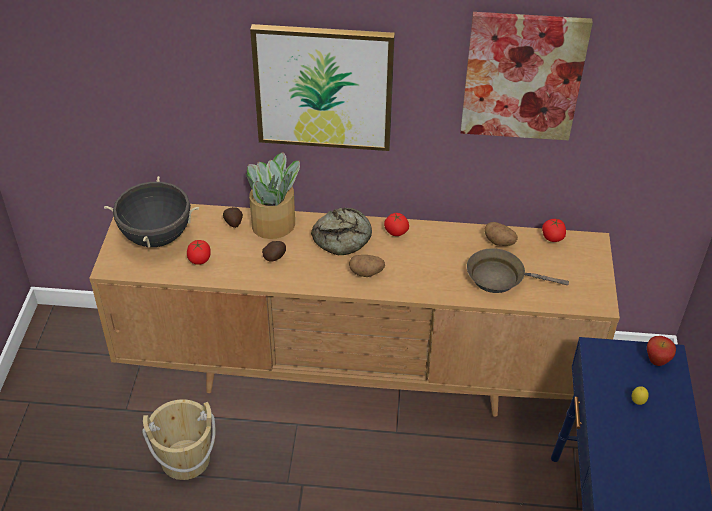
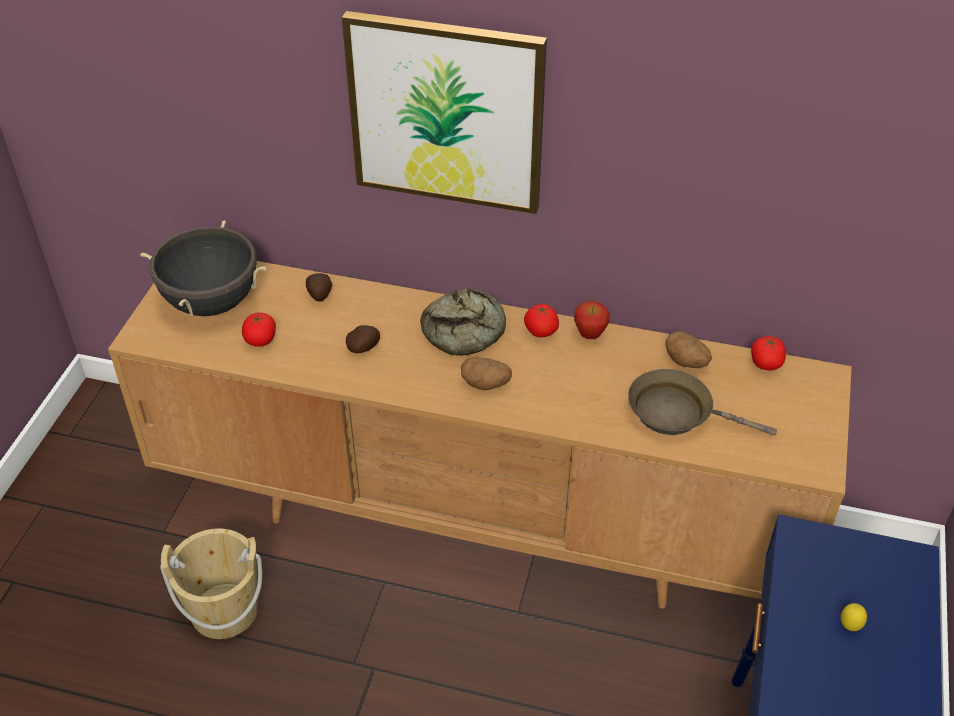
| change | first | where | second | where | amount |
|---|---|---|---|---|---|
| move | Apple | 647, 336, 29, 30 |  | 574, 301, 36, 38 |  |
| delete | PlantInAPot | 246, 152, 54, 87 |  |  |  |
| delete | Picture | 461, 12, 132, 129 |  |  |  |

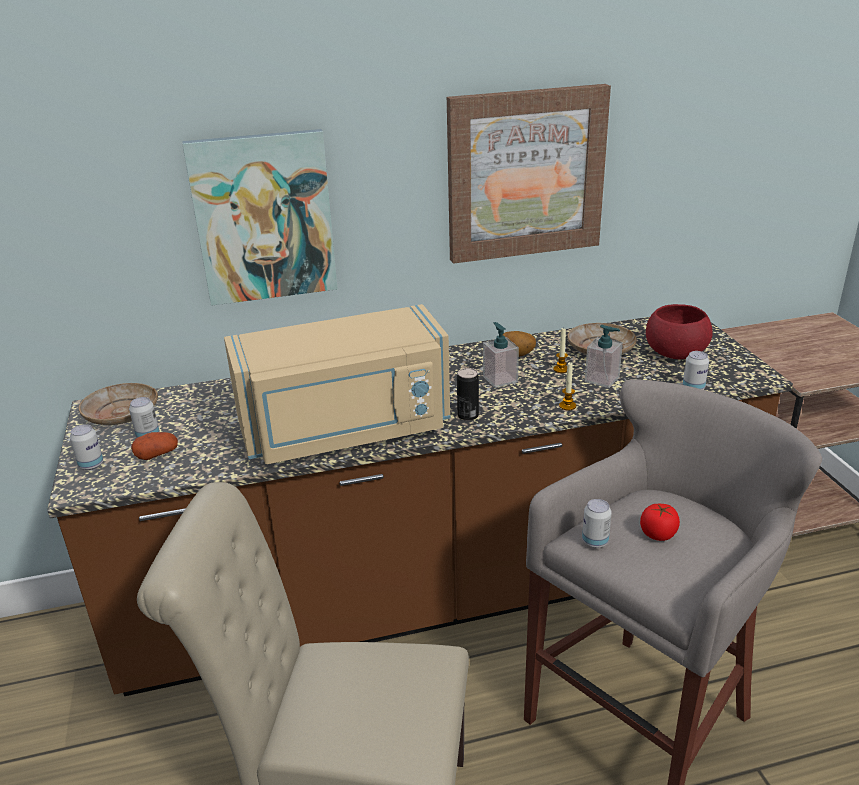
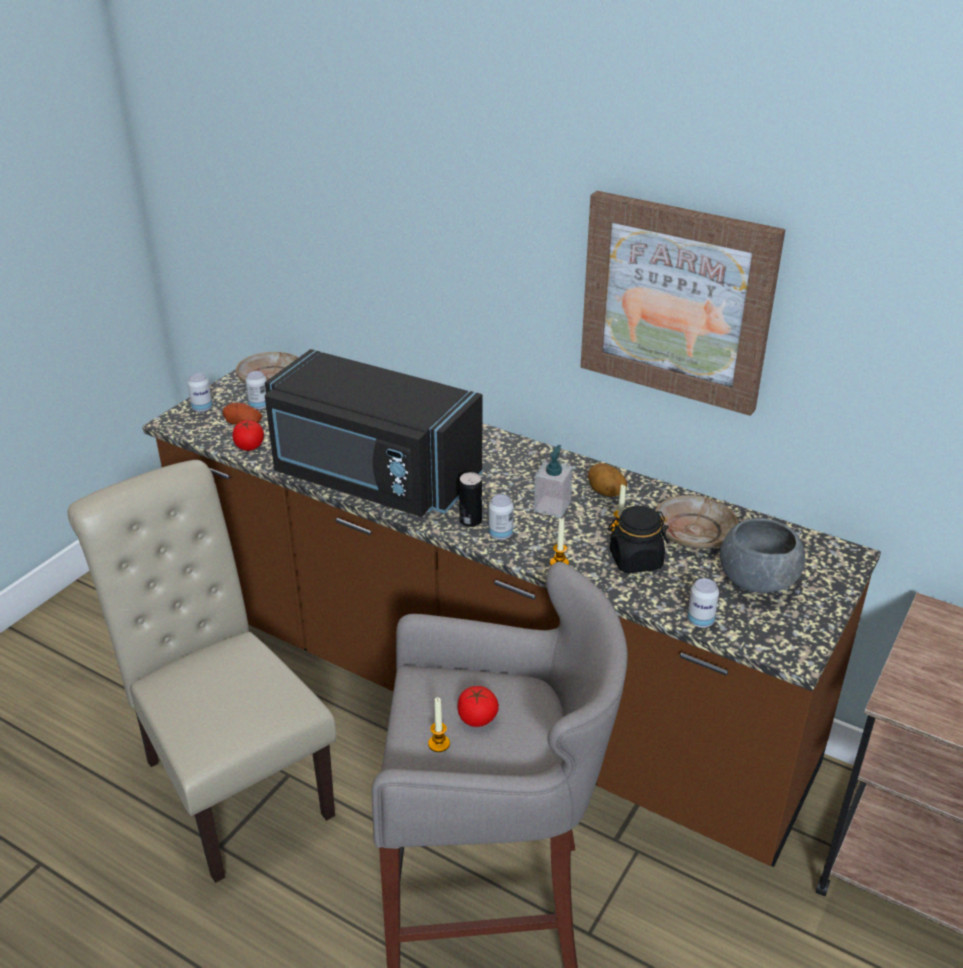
| change | first | where | second | where | amount |
|---|---|---|---|---|---|
| insert |  |  | Tomato | 232, 420, 32, 31 |  |
| recolor | SandColouredMicrowave | 224, 304, 227, 160 | BlackishMicrowave | 265, 349, 217, 168 |  |
| insert |  |  | WaxCandle | 428, 697, 22, 55 |  |
| move | MetalCan | 582, 499, 30, 49 |  | 489, 495, 25, 45 |  |
| replace | SoapDispenser | 585, 325, 38, 63 | BlackishPreserveJar | 608, 506, 60, 67 |  |
| recolor | RedColouredServingBowl | 646, 304, 67, 55 | GreyishServingBowl | 720, 518, 85, 75 |  |
| delete | Picture | 182, 129, 156, 177 |  |  |  |

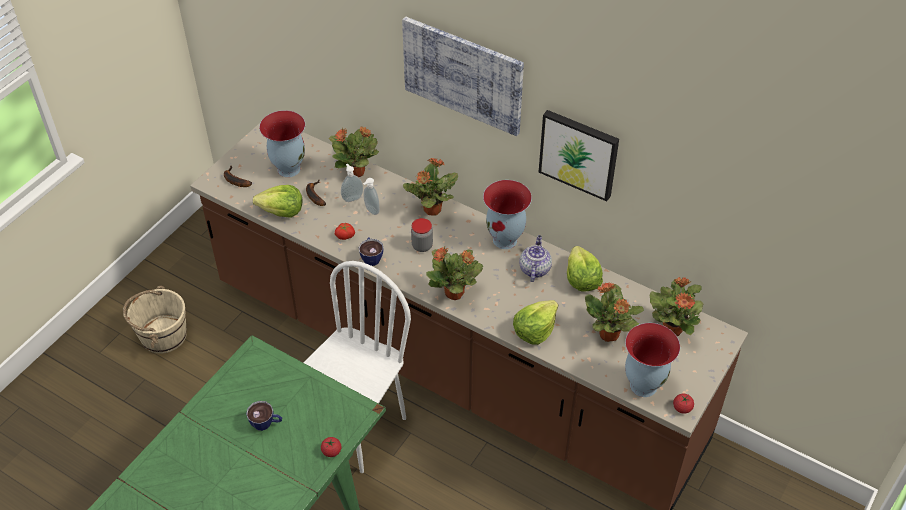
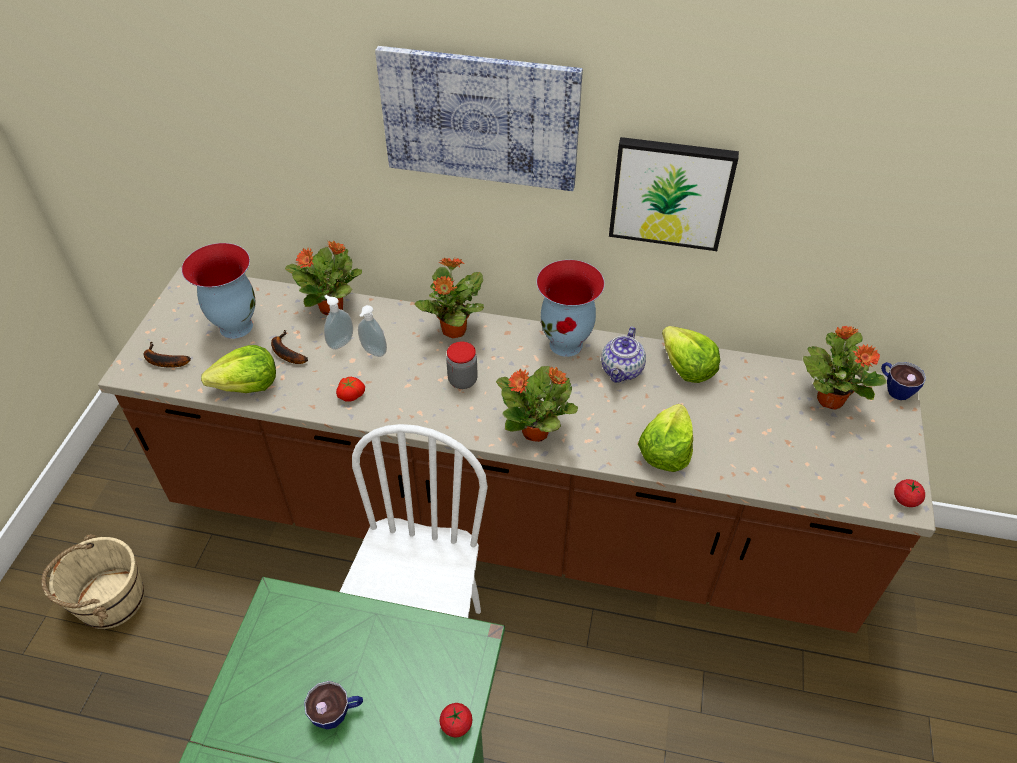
| change | first | where | second | where | amount |
|---|---|---|---|---|---|
| rotate | TeaPot | 519, 235, 33, 47 |  | 601, 326, 45, 57 | 150 degrees counterclockwise |
| move | SmallCup | 359, 238, 25, 28 |  | 881, 362, 45, 38 |  |
| delete | PlantInAPot | 585, 282, 59, 60 |  |  |  |
| delete | FlowerVase | 625, 323, 55, 74 |  |  |  |

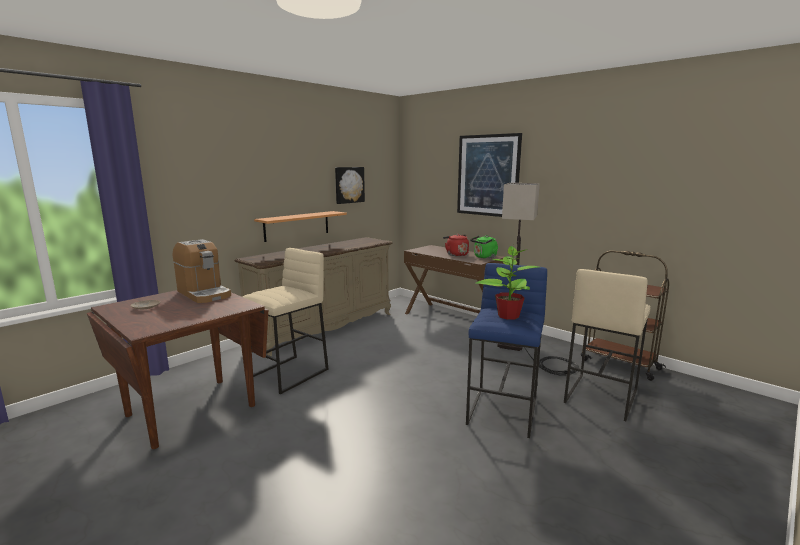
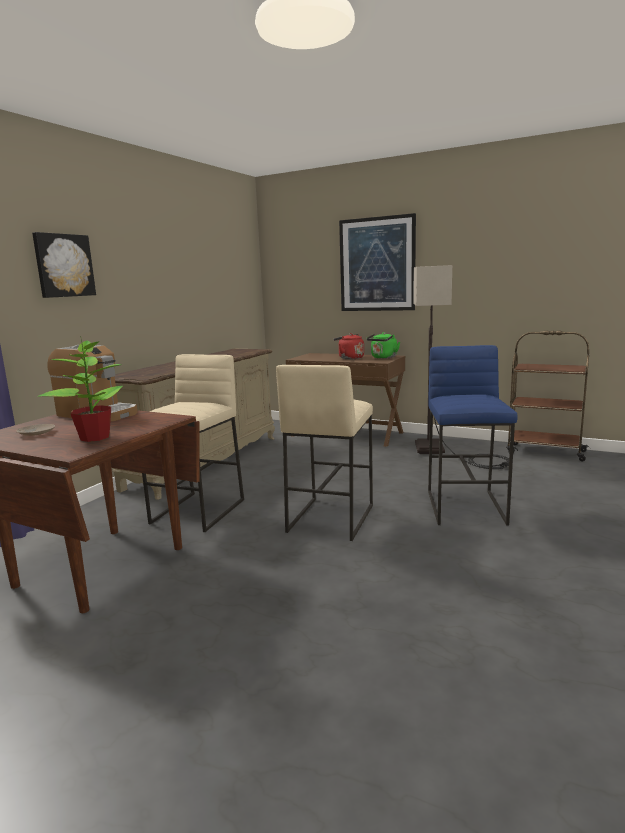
| change | first | where | second | where | amount |
|---|---|---|---|---|---|
| move | Picture | 335, 167, 30, 37 |  | 32, 232, 64, 66 |  |
| move | PlantInAPot | 476, 246, 63, 74 |  | 38, 336, 85, 106 |  |
| move | SandColouredStoolSeat | 564, 269, 86, 152 |  | 276, 365, 97, 176 |  |
| delete | Shelf | 254, 211, 93, 31 |  |  |  |

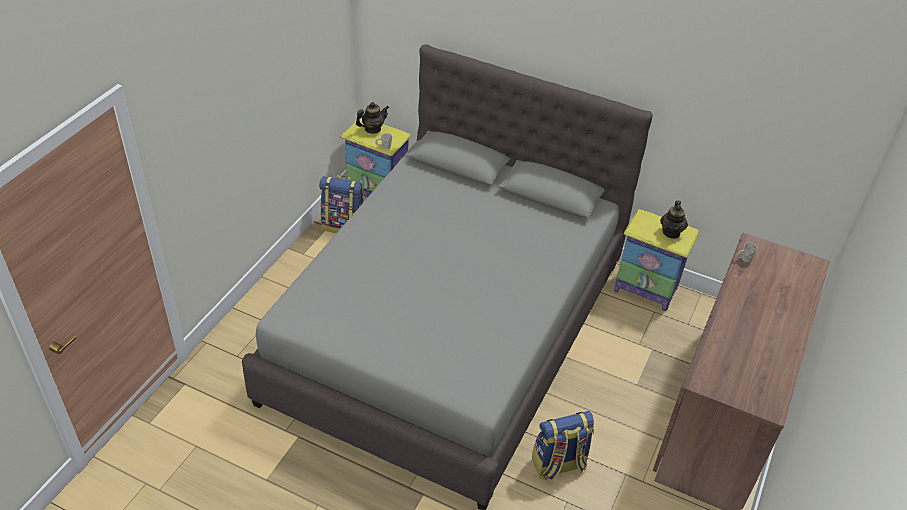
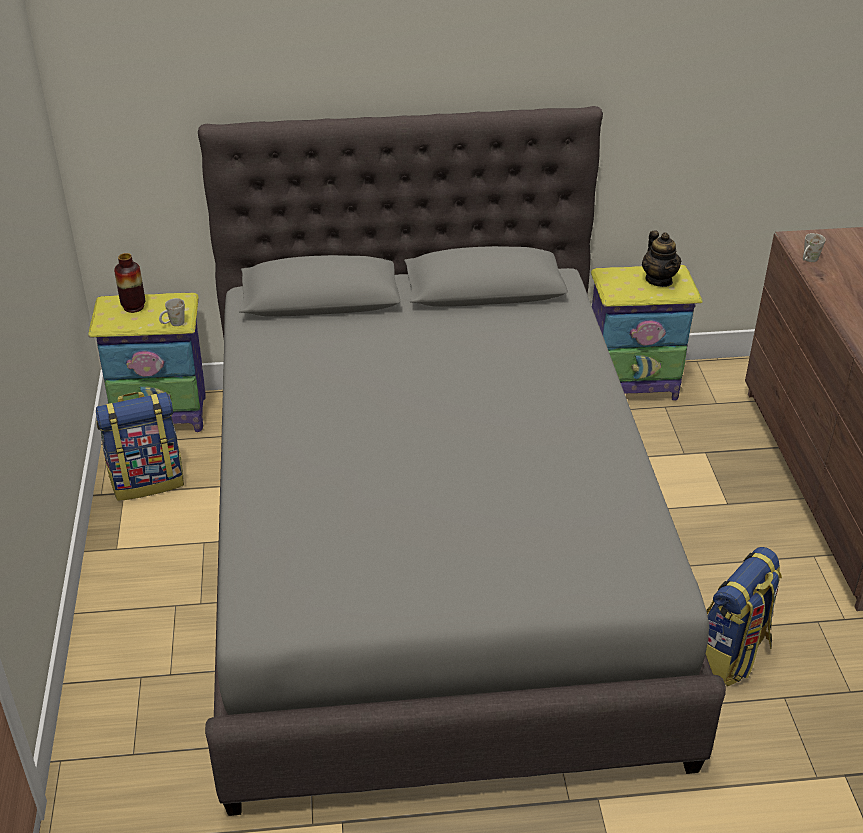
| change | first | where | second | where | amount |
|---|---|---|---|---|---|
| replace | TeaPot | 356, 102, 33, 32 | FlowerVase | 114, 253, 31, 60 |  |

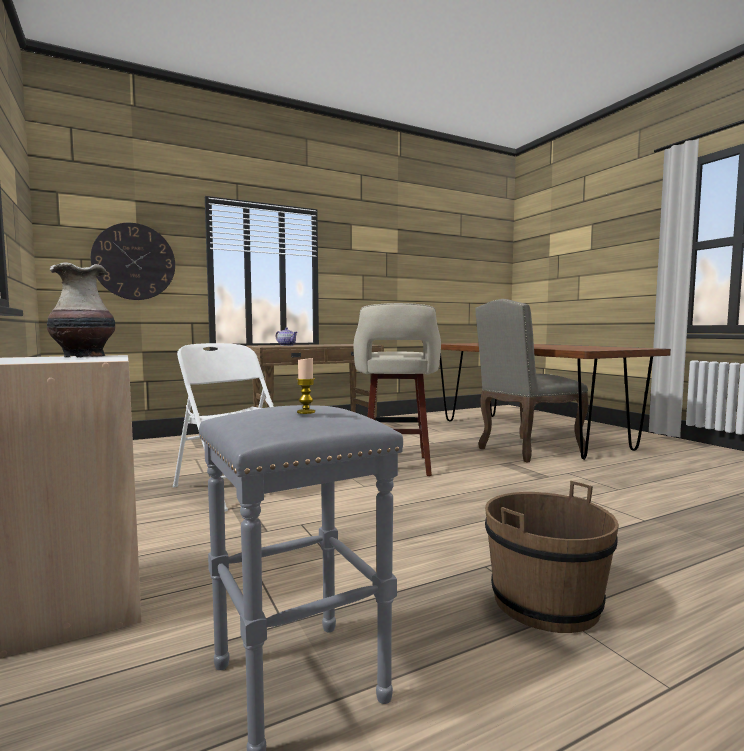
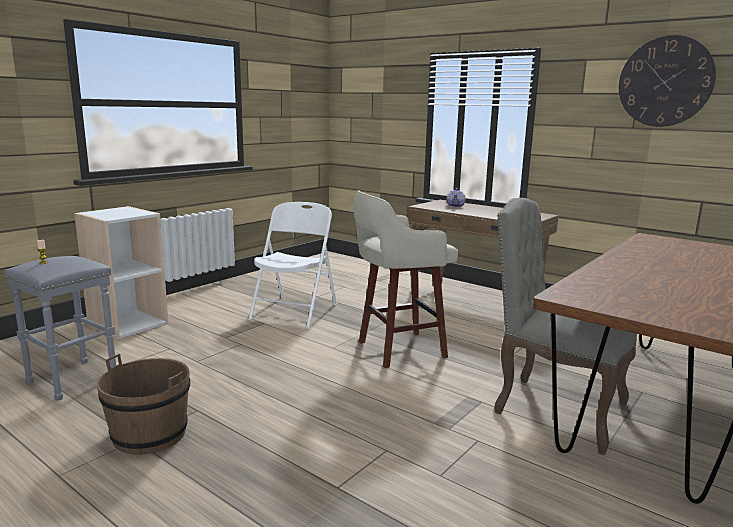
| change | first | where | second | where | amount |
|---|---|---|---|---|---|
| move | WallClock | 91, 223, 84, 77 |  | 619, 35, 97, 92 |  |
| delete | FlowerVase | 47, 262, 68, 96 |  |  |  |

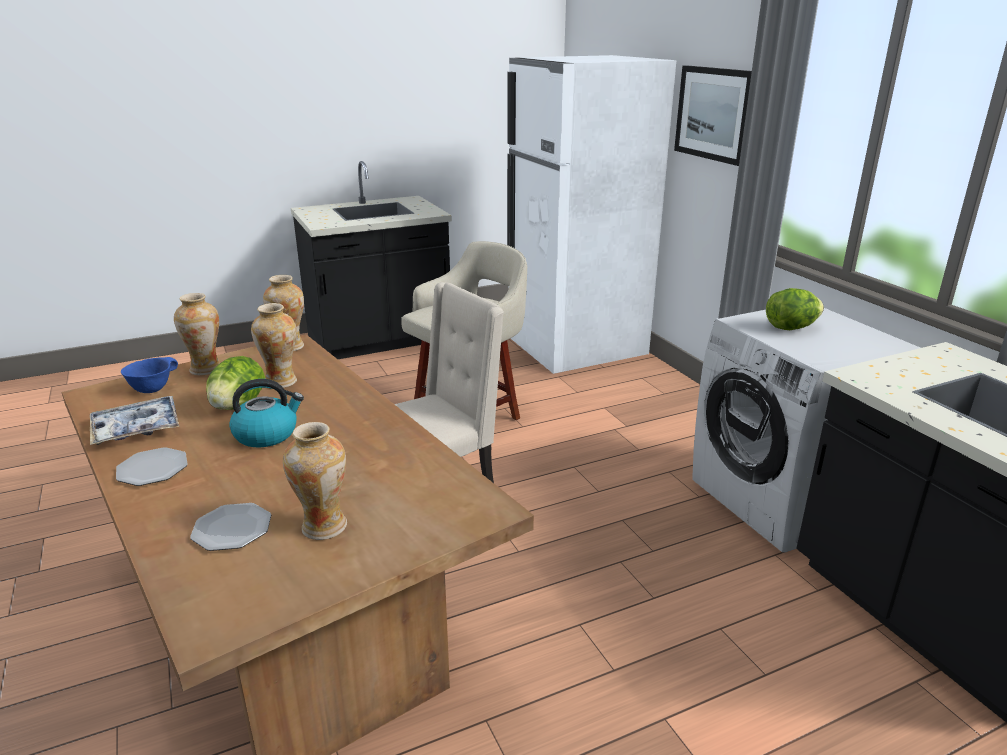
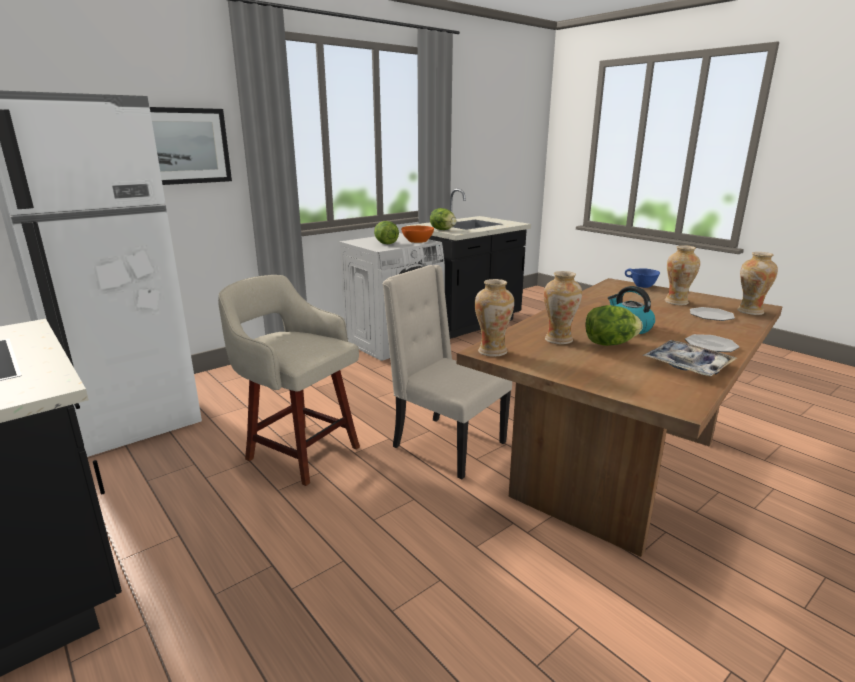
| change | first | where | second | where | amount |
|---|---|---|---|---|---|
| insert |  |  | OrangeColouredServingBowl | 401, 226, 33, 17 |  |
| insert |  |  | Lettuce | 430, 208, 27, 22 |  |
| move | BluishServingBowl | 121, 357, 57, 36 |  | 625, 269, 35, 19 |  |
| move | FlowerVase | 174, 293, 46, 83 |  | 737, 252, 41, 63 |  |

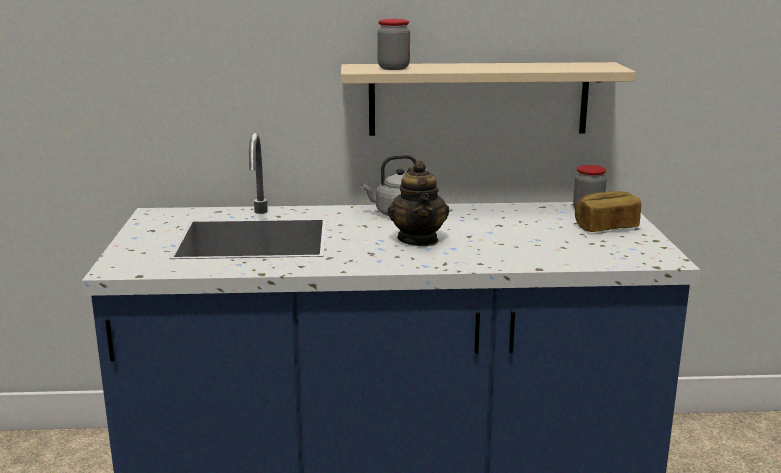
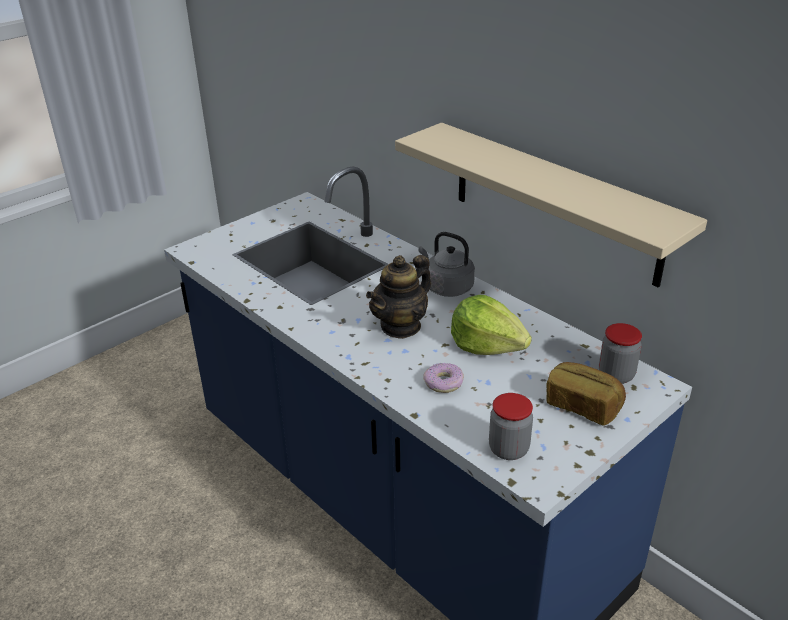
| change | first | where | second | where | amount |
|---|---|---|---|---|---|
| insert |  |  | RingDoughnut | 423, 363, 41, 30 |  |
| insert |  |  | Lettuce | 451, 295, 81, 60 |  |
| move | PreserveJar | 377, 19, 33, 51 |  | 489, 393, 44, 67 |  |

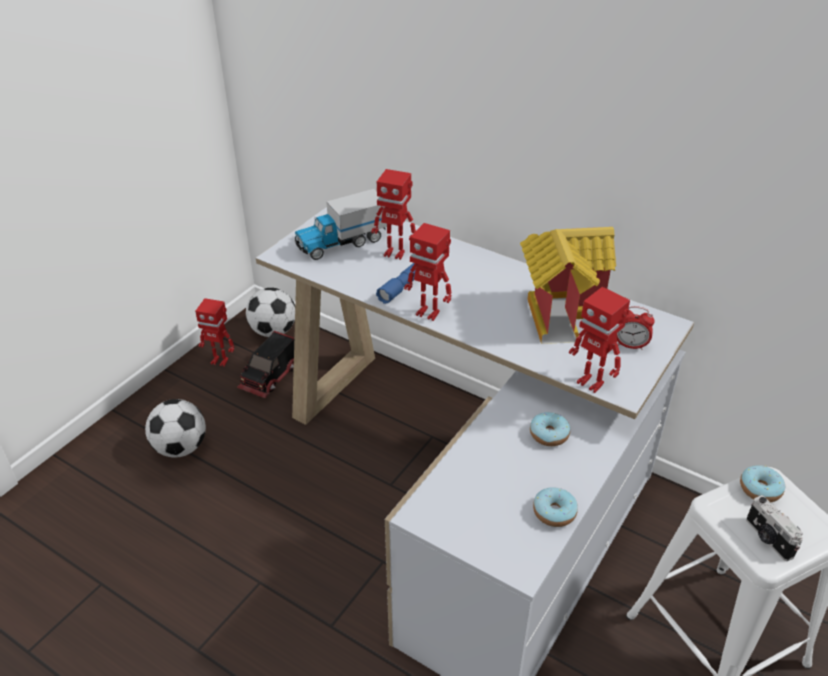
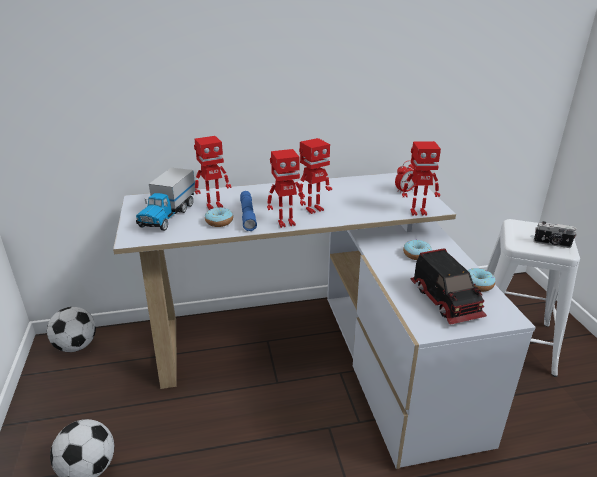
| change | first | where | second | where | amount |
|---|---|---|---|---|---|
| move | RingDoughnut | 740, 465, 45, 37 |  | 205, 207, 28, 20 |  |
| move | ModelRobot | 195, 298, 39, 69 |  | 298, 138, 34, 76 |  |
| move | ToyLorry | 237, 331, 57, 67 |  | 411, 248, 76, 77 |  |
| delete | MiniatureHouse | 520, 227, 96, 117 |  |  |  |

